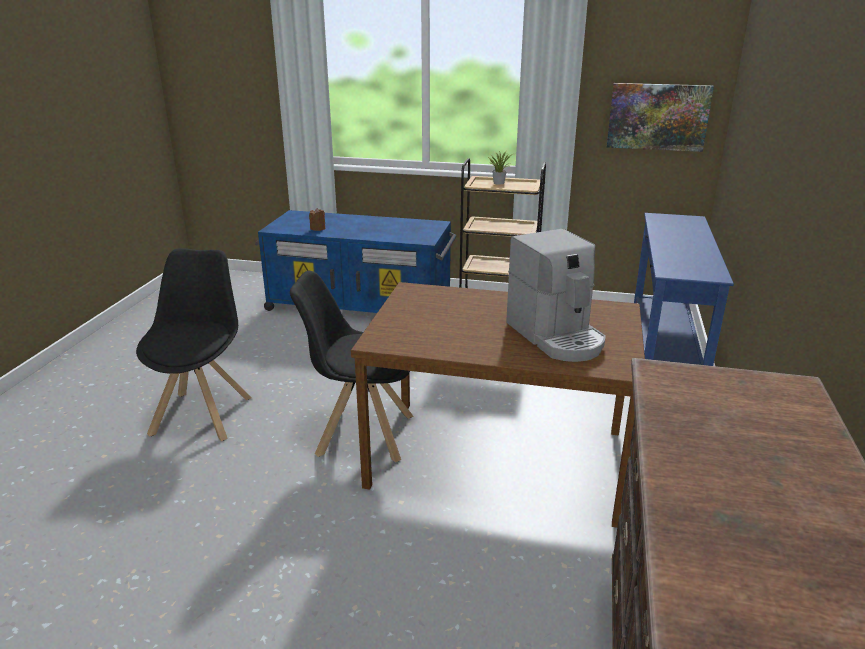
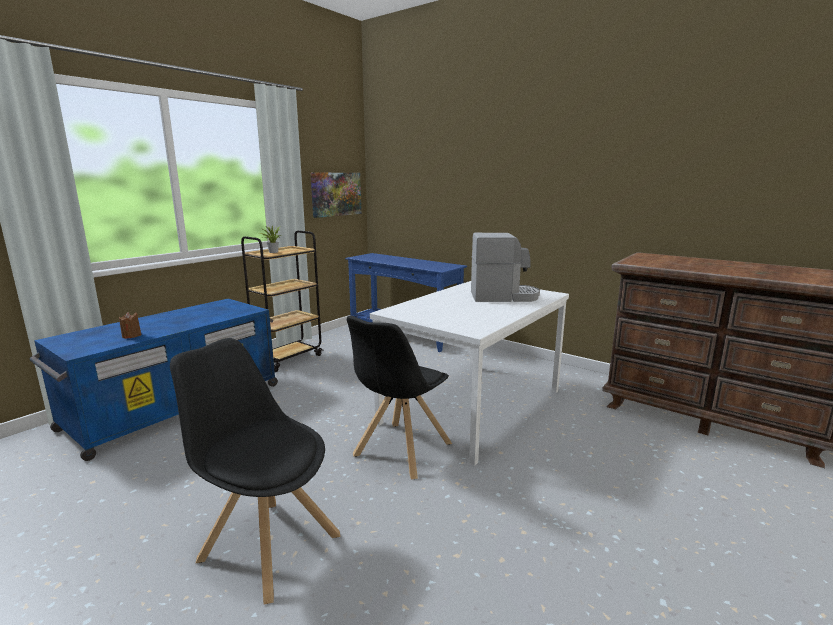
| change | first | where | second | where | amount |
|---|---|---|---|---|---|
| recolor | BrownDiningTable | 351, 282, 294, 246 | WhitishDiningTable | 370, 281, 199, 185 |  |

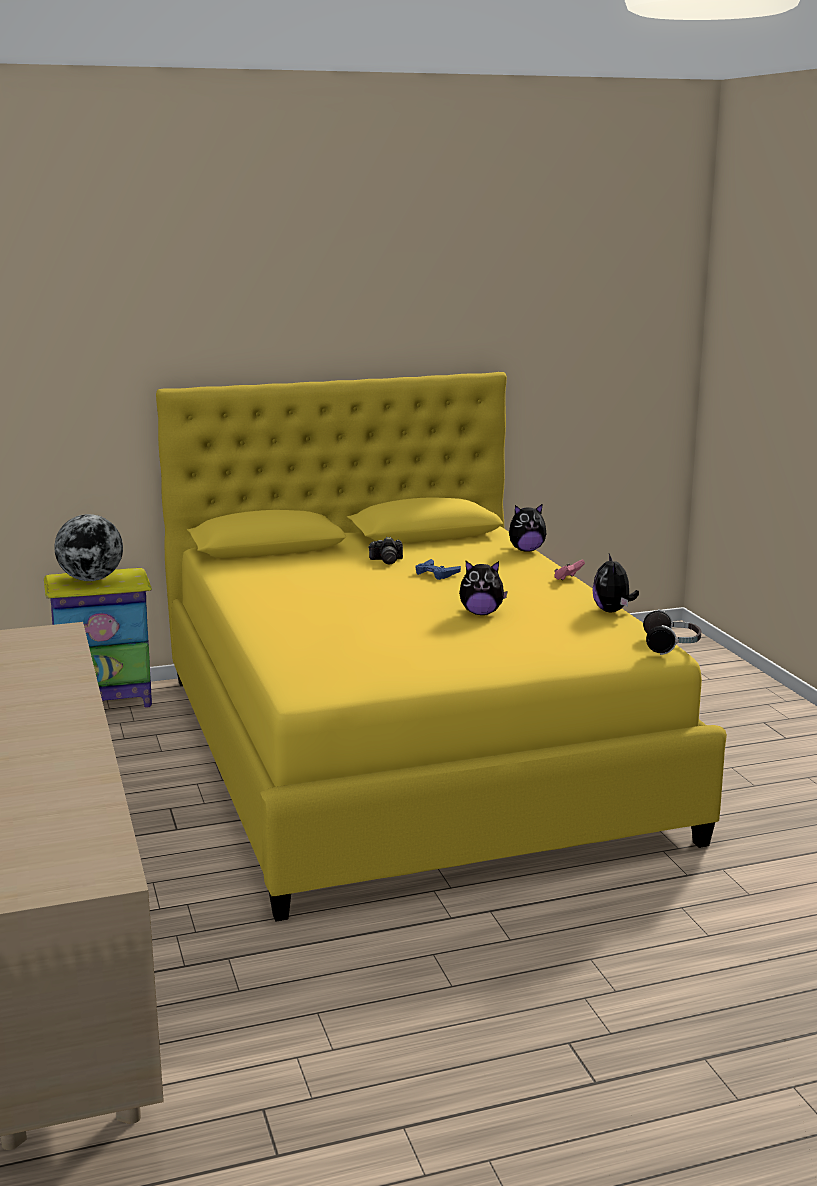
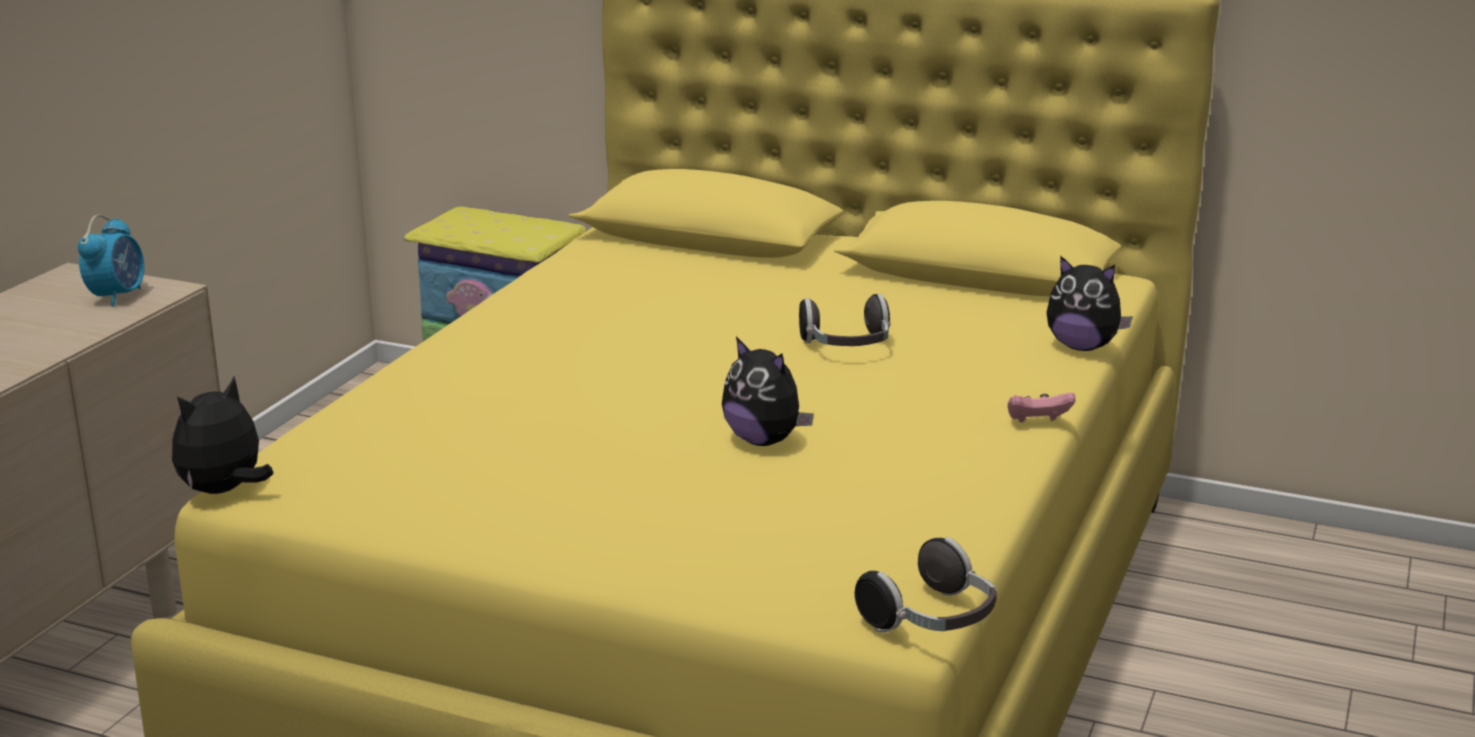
| change | first | where | second | where | amount |
|---|---|---|---|---|---|
| insert |  |  | AlarmClock | 78, 215, 66, 92 |  |
| move | PlushToy | 592, 554, 47, 58 |  | 172, 376, 102, 118 |  |
| replace | BluishGamepad | 416, 559, 45, 21 | Headset | 799, 294, 92, 52 |  |
| delete | WorldGlobe | 54, 514, 69, 67 |  |  |  |
| delete | PhotoCamera | 368, 537, 35, 27 |  |  |  |

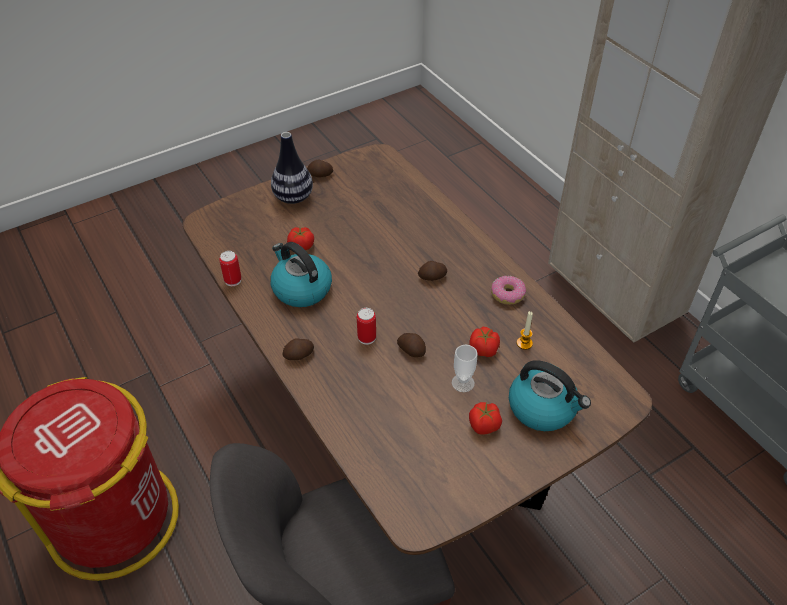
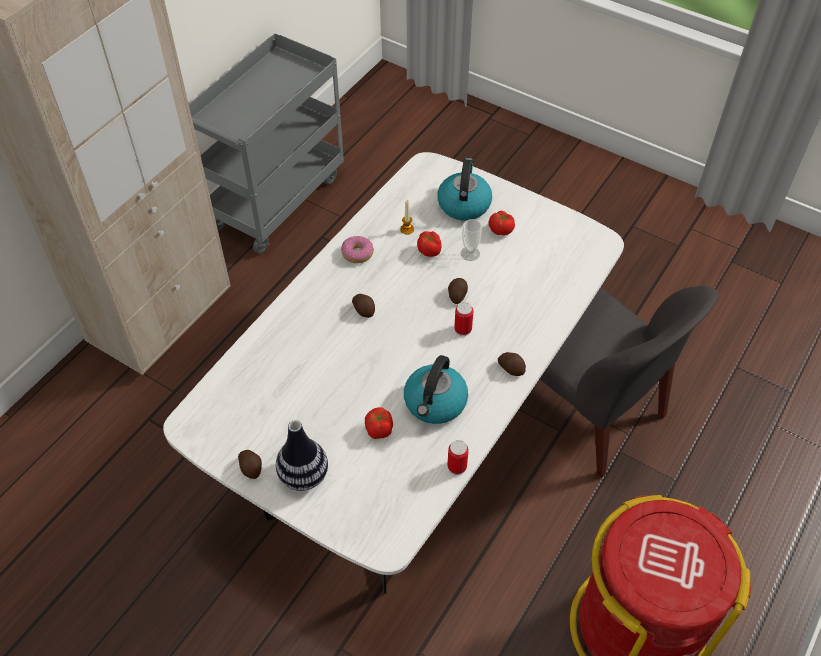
| change | first | where | second | where | amount |
|---|---|---|---|---|---|
| recolor | BrownDiningTable | 183, 144, 469, 411 | WhitishDiningTable | 163, 152, 461, 442 |  |

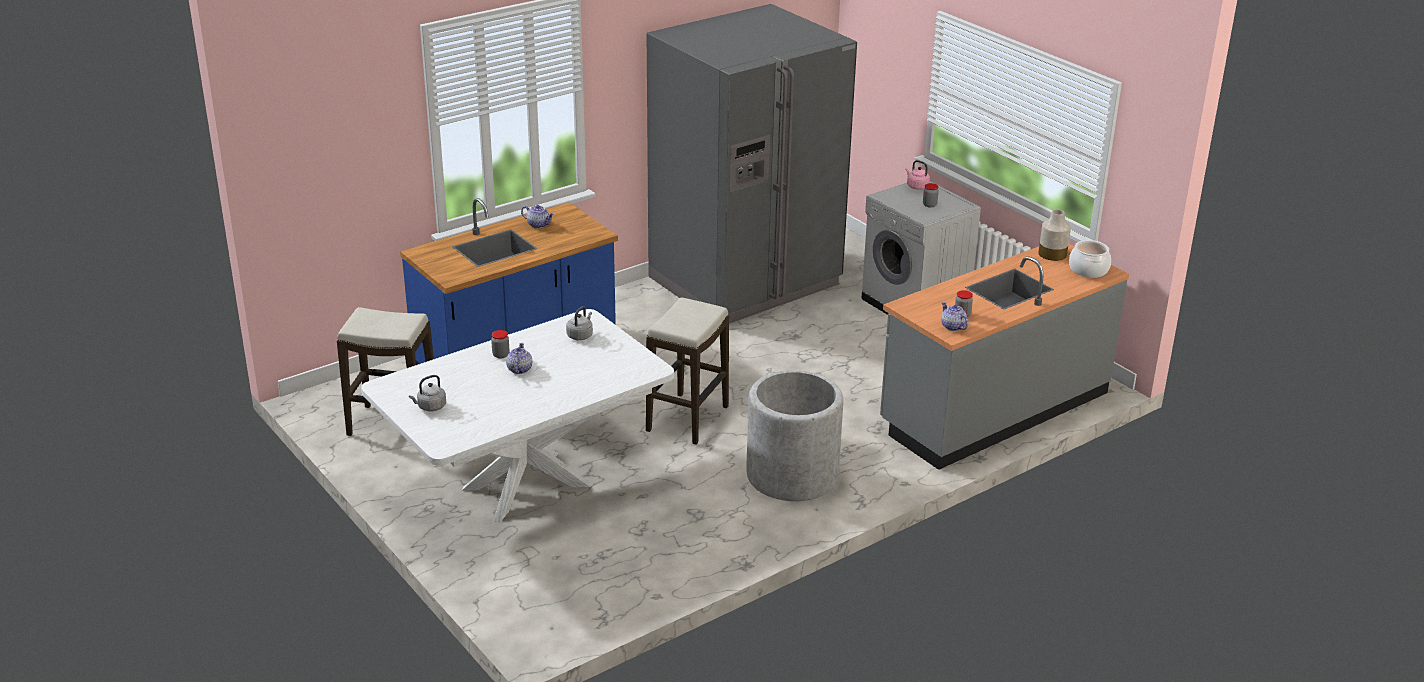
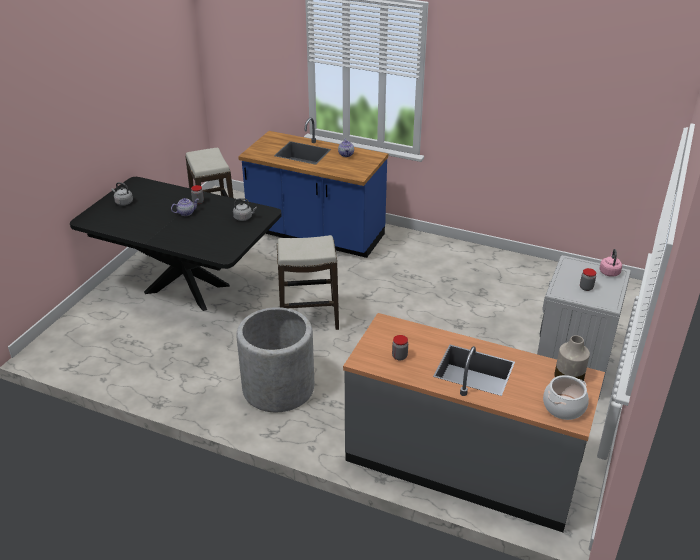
| change | first | where | second | where | amount |
|---|---|---|---|---|---|
| recolor | WhitishDiningTable | 361, 309, 313, 213 | BlackishDiningTable | 70, 177, 212, 134 |  |
| delete | GreyishFridge | 647, 4, 210, 320 |  |  |  |
| delete | TeaPot | 941, 302, 27, 29 |  |  |  |

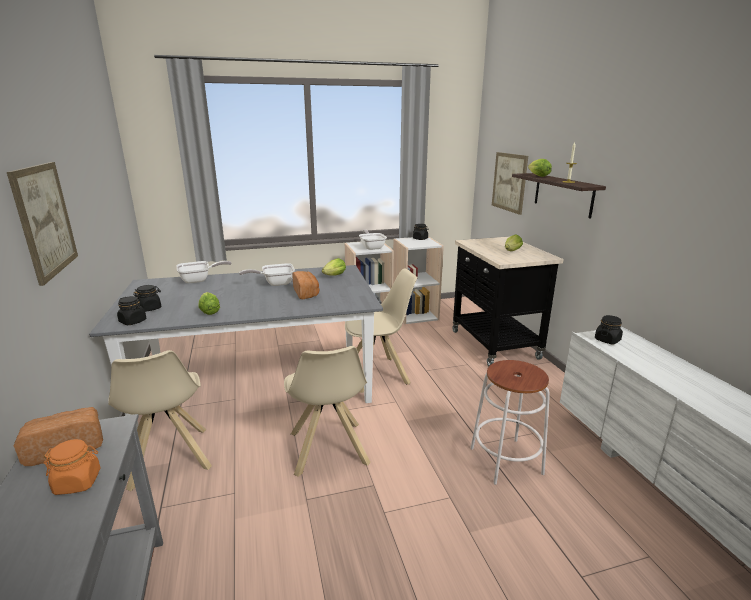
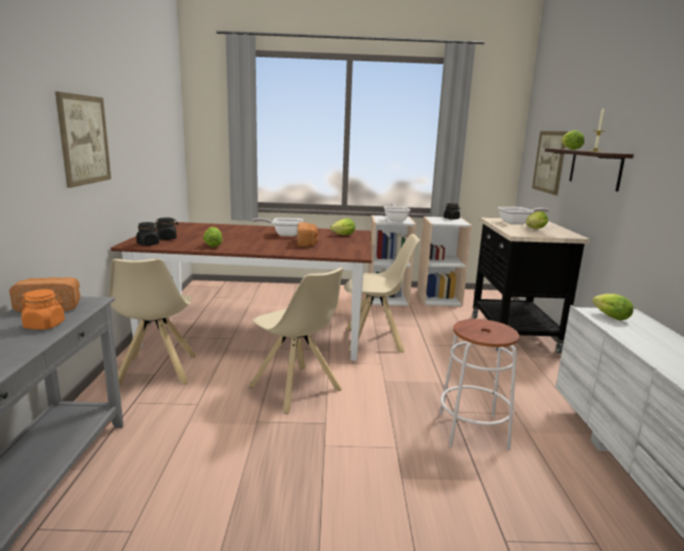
| change | first | where | second | where | amount |
|---|---|---|---|---|---|
| recolor | GreyishDiningTable | 89, 265, 294, 163 | BrownDiningTable | 111, 222, 261, 139 |  |
| rotate | SandColouredUprightChair | 284, 346, 86, 131 |  | 248, 267, 95, 147 | 45 degrees counterclockwise |
| move | FryingPan | 176, 261, 56, 22 |  | 498, 207, 51, 18 |  |
| replace | BlackishPreserveJar | 595, 315, 28, 29 | Lettuce | 592, 294, 41, 26 |  |

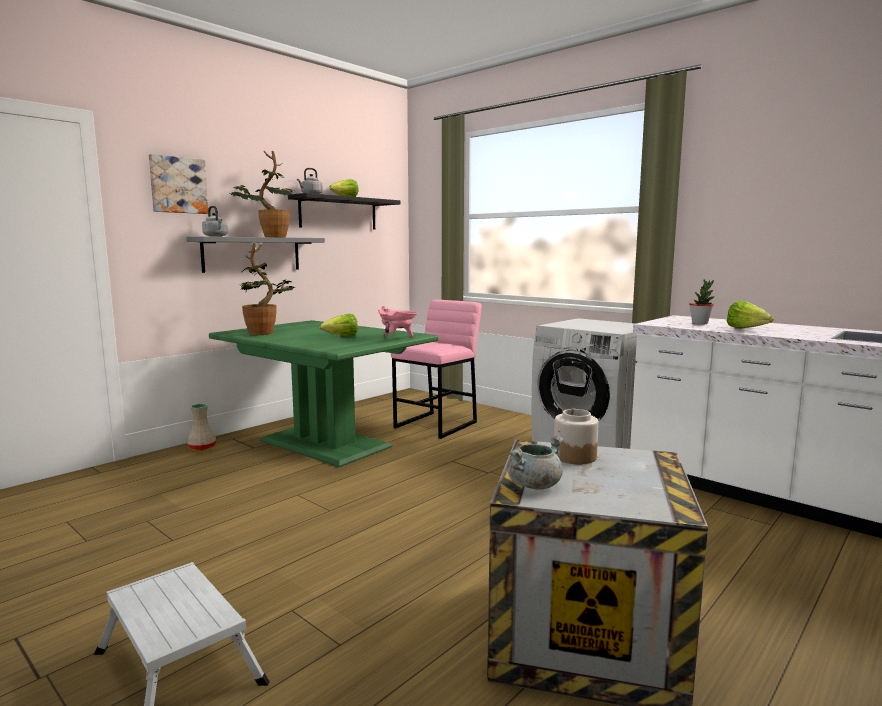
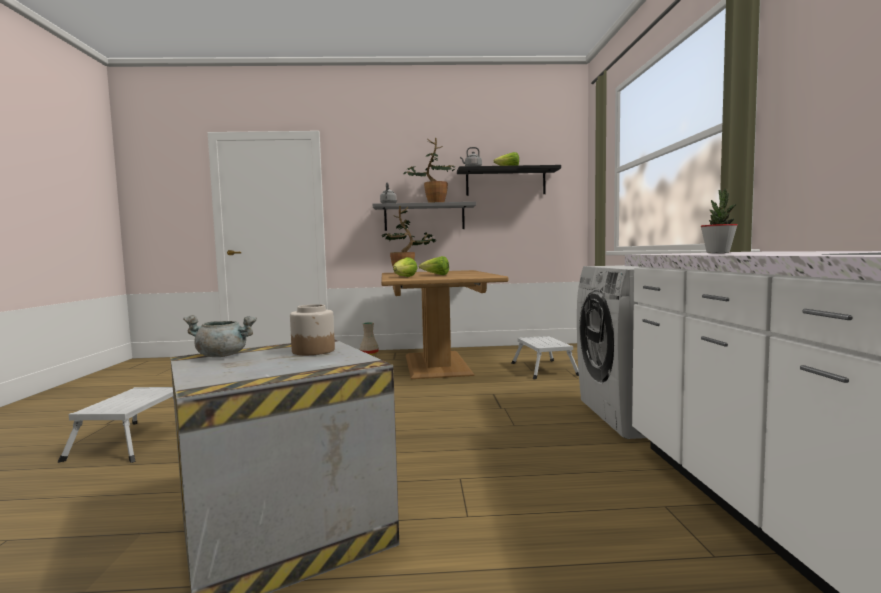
| change | first | where | second | where | amount |
|---|---|---|---|---|---|
| recolor | GreenColouredDiningTable | 209, 320, 230, 147 | BrownDiningTable | 381, 270, 128, 109 |  |
| move | Lettuce | 727, 300, 47, 29 |  | 393, 257, 25, 20 |  |
| replace | PinkUprightChair | 391, 299, 91, 140 | WhitishStepStool | 511, 336, 68, 43 |  |
| delete | Picture | 149, 154, 59, 60 |  |  |  |
| delete | PinkCookingPot | 378, 306, 39, 32 |  |  |  |

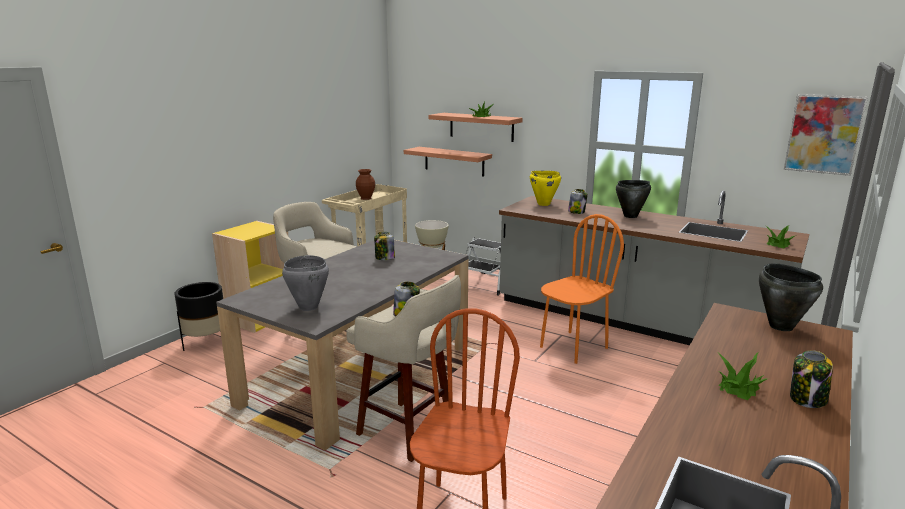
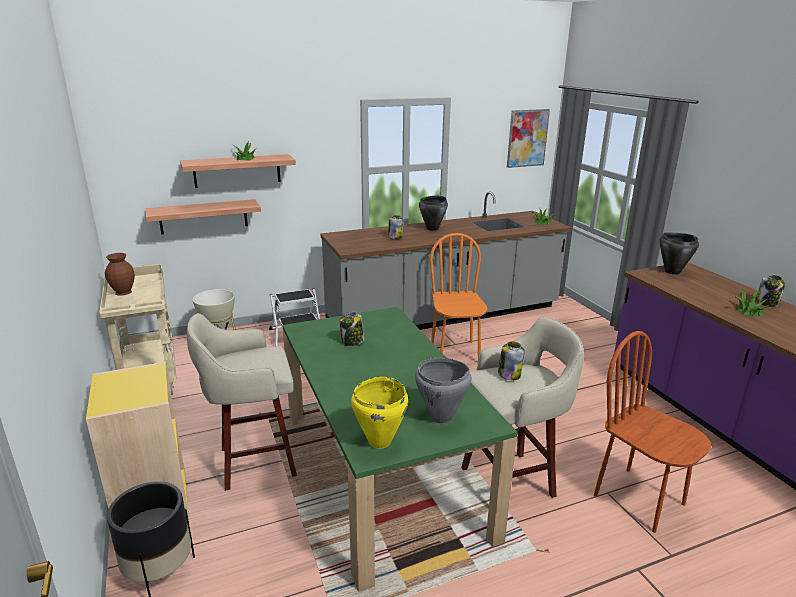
| change | first | where | second | where | amount |
|---|---|---|---|---|---|
| recolor | GreyishDiningTable | 216, 240, 253, 211 | GreenColouredDiningTable | 283, 307, 234, 285 |  |
| move | YellowCookingPot | 530, 171, 31, 35 |  | 351, 377, 57, 72 |  |

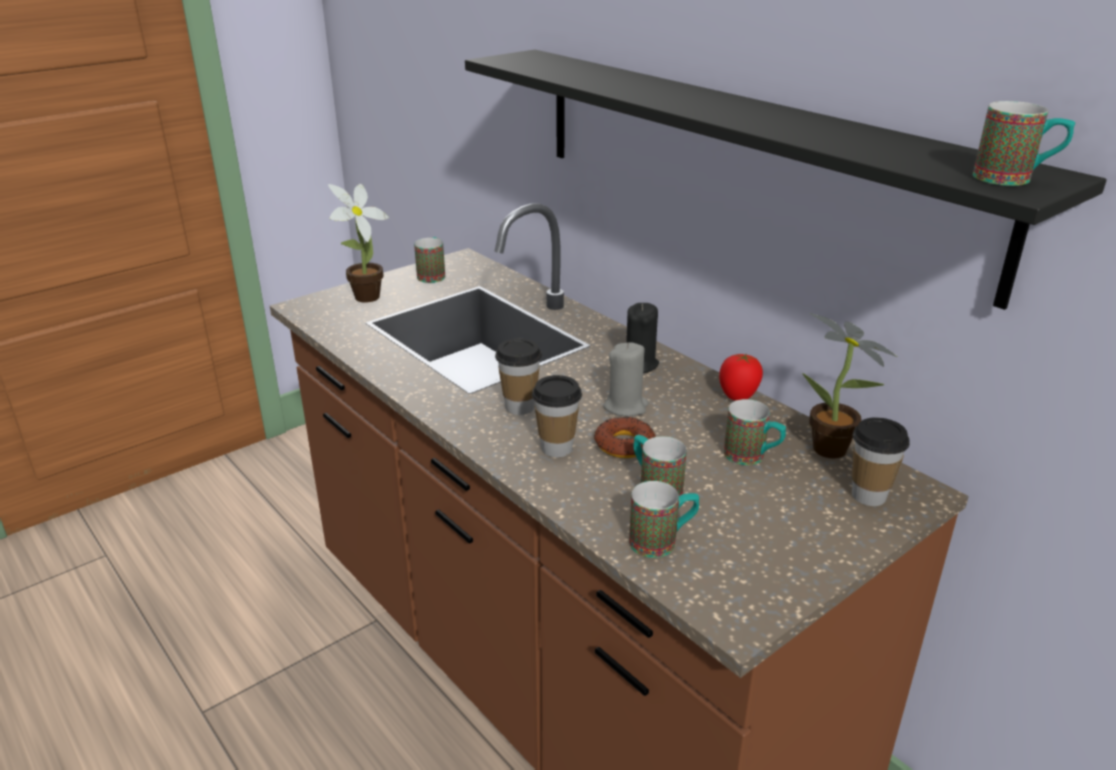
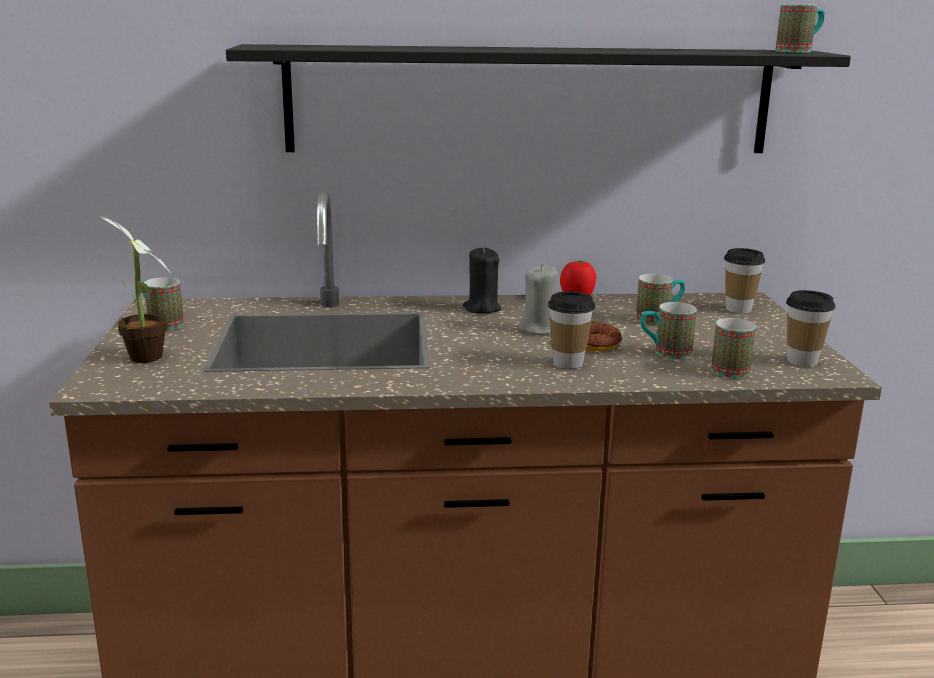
| change | first | where | second | where | amount |
|---|---|---|---|---|---|
| move | SmallCup | 495, 338, 47, 77 |  | 786, 290, 49, 77 |  |
| delete | PlantInAPot | 802, 313, 95, 146 |  |  |  |

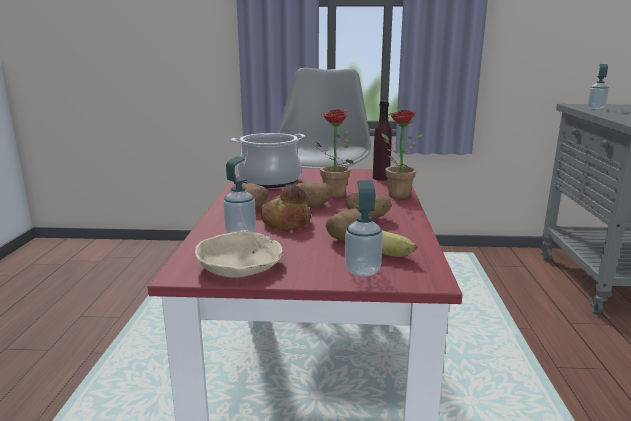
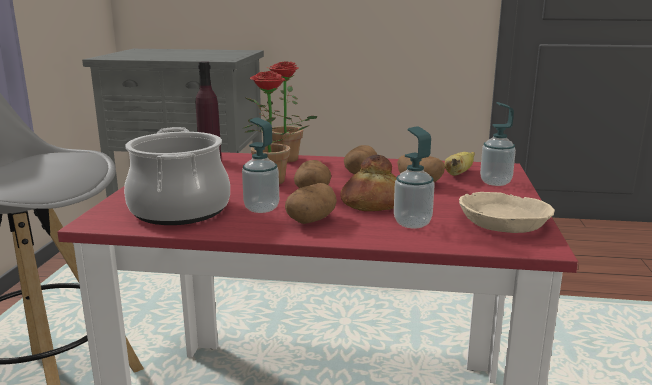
| change | first | where | second | where | amount |
|---|---|---|---|---|---|
| move | SoapDispenser | 587, 64, 22, 45 |  | 242, 117, 37, 96 |  |

